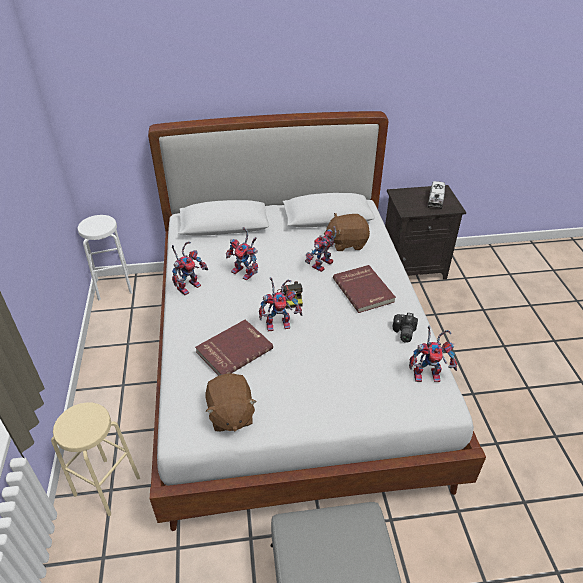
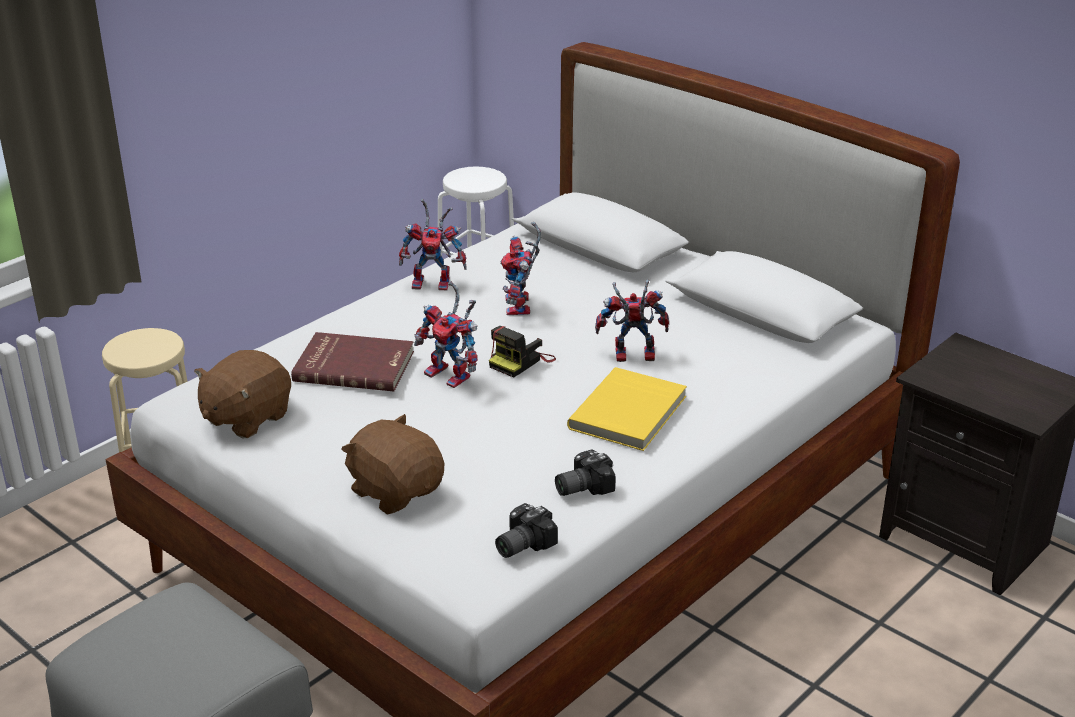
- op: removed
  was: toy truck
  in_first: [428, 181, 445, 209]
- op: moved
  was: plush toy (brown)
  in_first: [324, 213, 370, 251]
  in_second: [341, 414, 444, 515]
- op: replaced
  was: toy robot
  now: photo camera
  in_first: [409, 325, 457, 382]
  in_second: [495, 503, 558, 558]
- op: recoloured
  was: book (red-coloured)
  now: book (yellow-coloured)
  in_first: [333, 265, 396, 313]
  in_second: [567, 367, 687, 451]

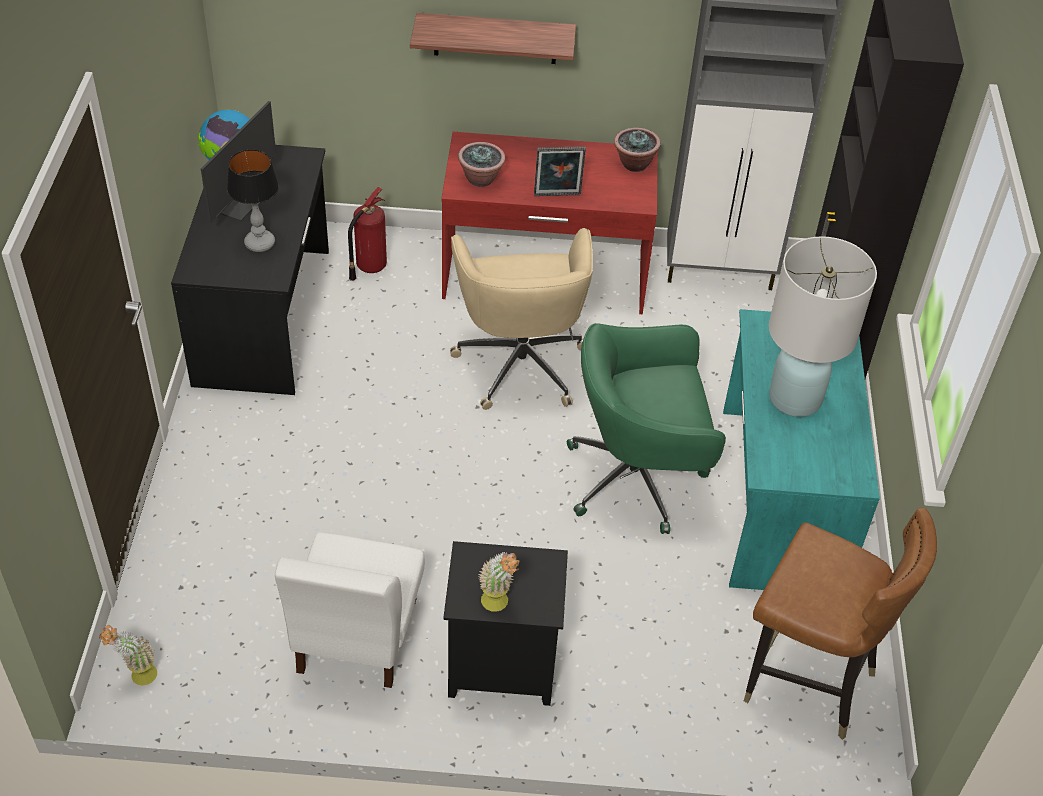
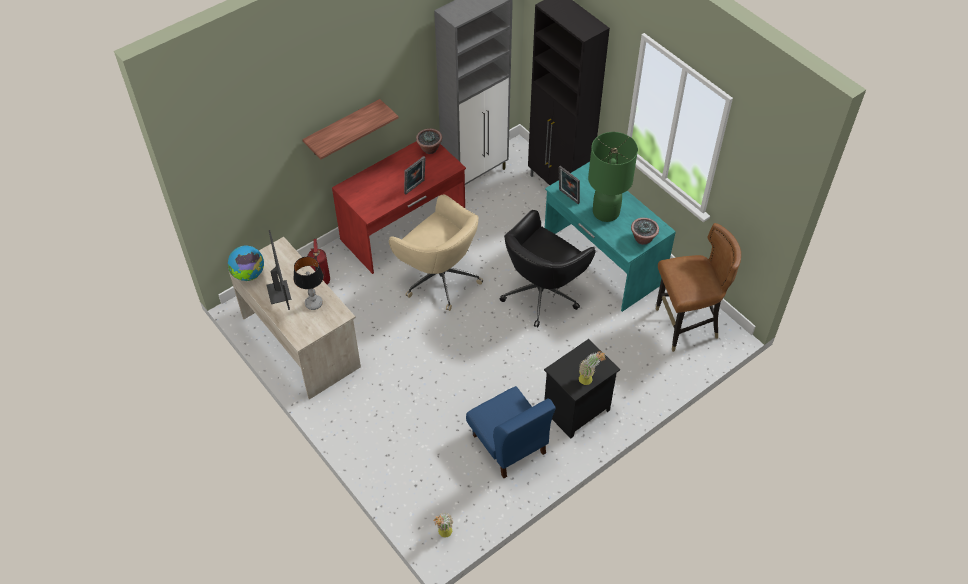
- op: added
  now: photo frame
  in_second: [559, 166, 580, 204]
- op: moved
  was: potted plant
  in_first: [458, 142, 505, 187]
  in_second: [631, 218, 659, 245]
- op: recoloured
  was: desk (black)
  now: desk (sand-coloured)
  in_first: [171, 145, 329, 395]
  in_second: [229, 237, 361, 400]
- op: recoloured
  was: plain chair (whitish)
  now: plain chair (blue-coloured)
  in_first: [275, 532, 425, 688]
  in_second: [466, 386, 555, 478]
- op: recoloured
  was: desk chair (greenish)
  now: desk chair (black)
  in_first: [567, 323, 726, 534]
  in_second: [500, 210, 596, 328]
- op: recoloured
  was: lamp for a table (whitish)
  now: lamp for a table (greenish)
  in_first: [769, 236, 877, 417]
  in_second: [588, 132, 638, 222]

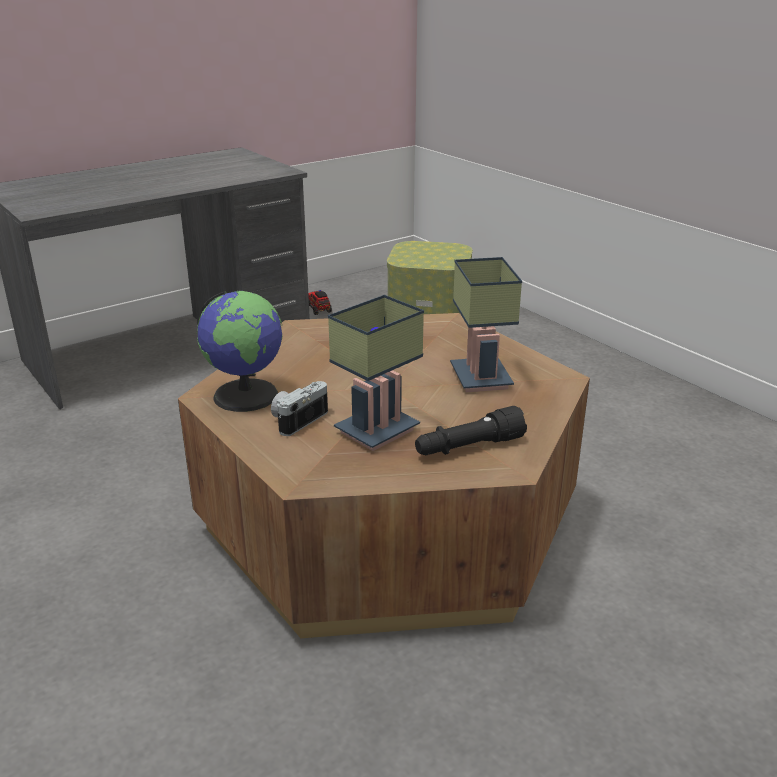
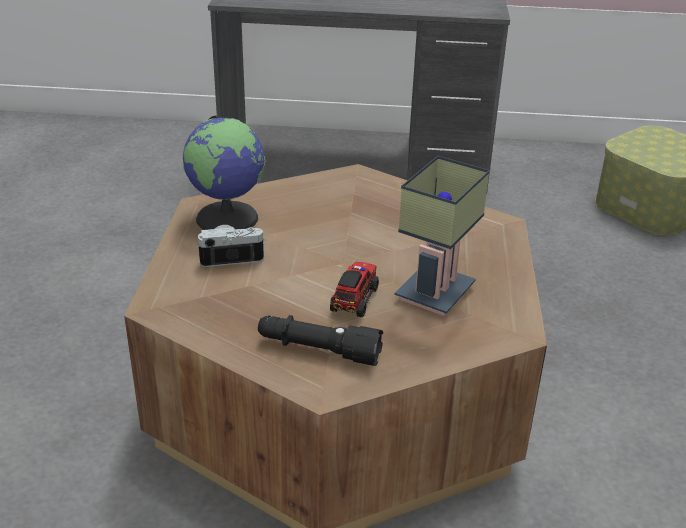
- op: removed
  was: lamp for a table
  in_first: [328, 295, 424, 451]
- op: moved
  was: toy truck
  in_first: [308, 290, 332, 315]
  in_second: [330, 262, 379, 317]

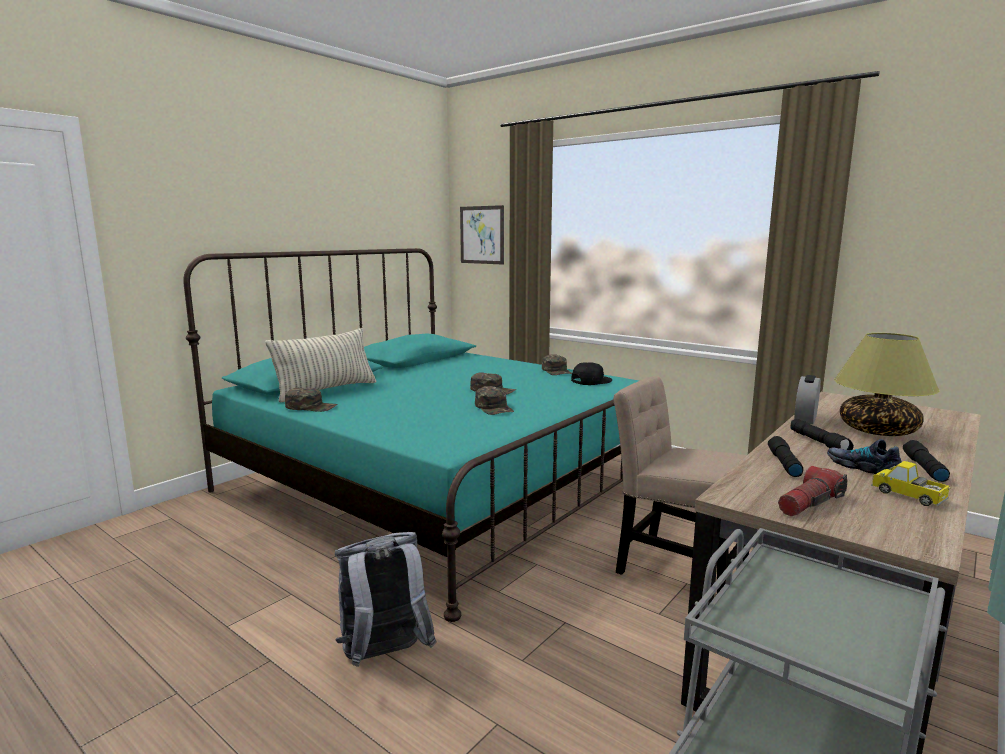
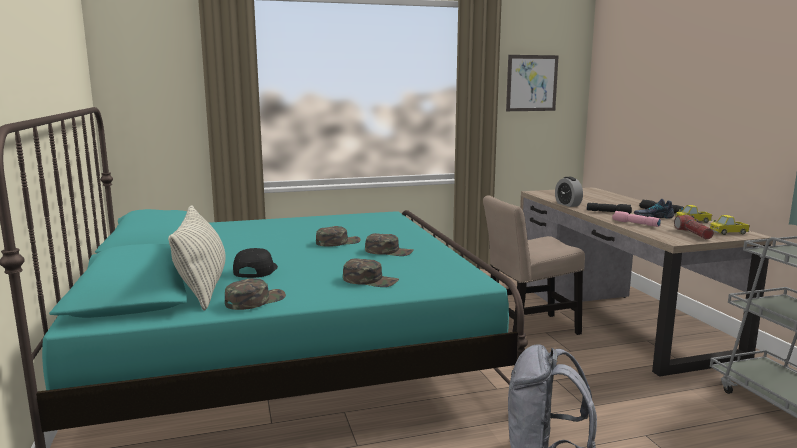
- op: removed
  was: lamp for a table
  in_first: [834, 333, 940, 436]
- op: added
  now: toy truck
  in_second: [710, 215, 750, 235]
- op: moved
  was: picture
  in_first: [460, 205, 504, 265]
  in_second: [506, 55, 559, 111]
- op: moved
  was: peaked cap (greenish)
  in_first: [542, 354, 572, 375]
  in_second: [343, 258, 399, 287]
- op: moved
  was: peaked cap (black)
  in_first: [571, 362, 612, 385]
  in_second: [233, 248, 278, 278]
- op: recoloured
  was: hand torch (black)
  now: hand torch (pinkish)
  in_first: [768, 436, 803, 477]
  in_second: [612, 211, 661, 227]

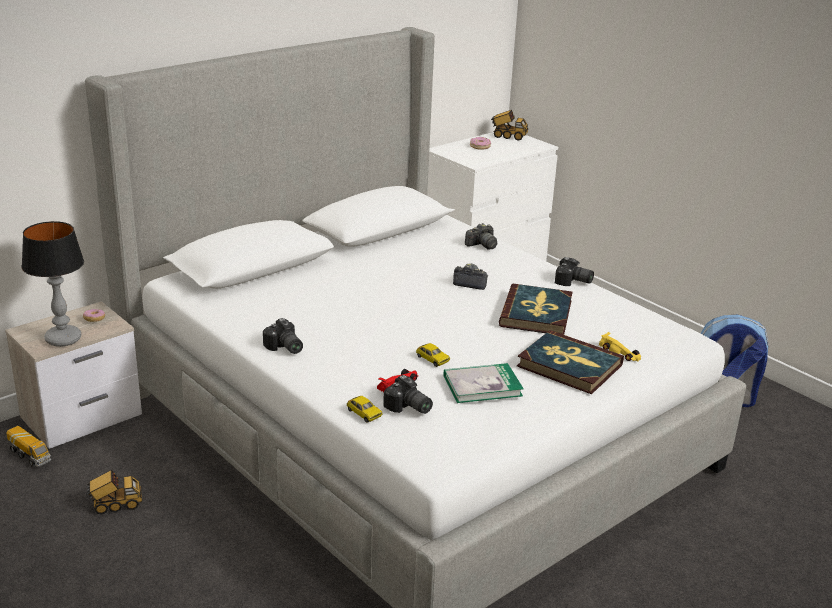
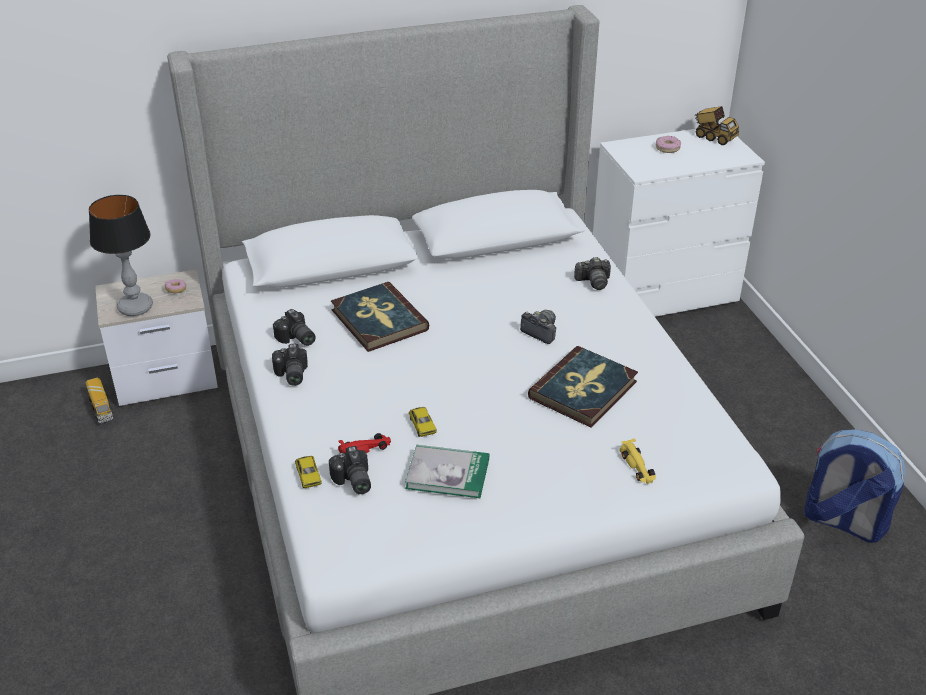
- op: removed
  was: toy truck
  in_first: [86, 470, 142, 515]
- op: moved
  was: book
  in_first: [517, 330, 624, 394]
  in_second: [331, 282, 429, 352]
- op: moved
  was: photo camera
  in_first: [555, 257, 594, 286]
  in_second: [273, 309, 316, 346]

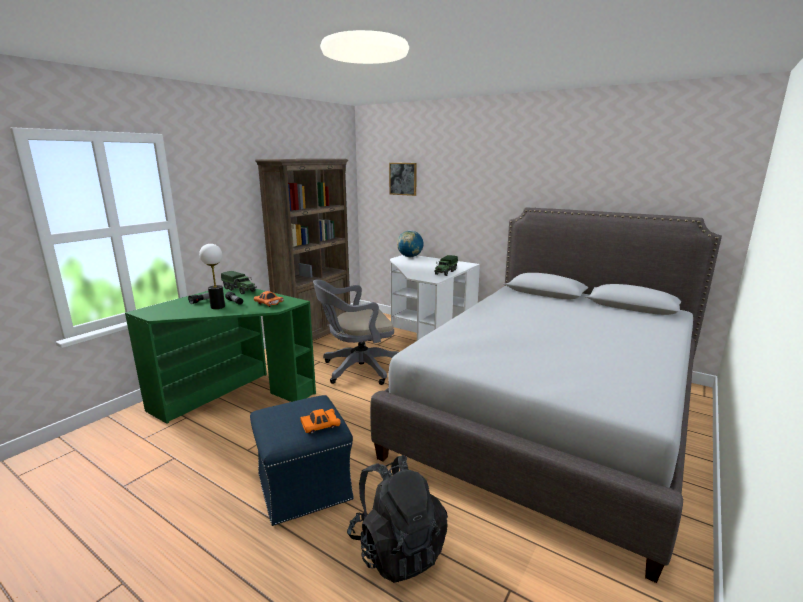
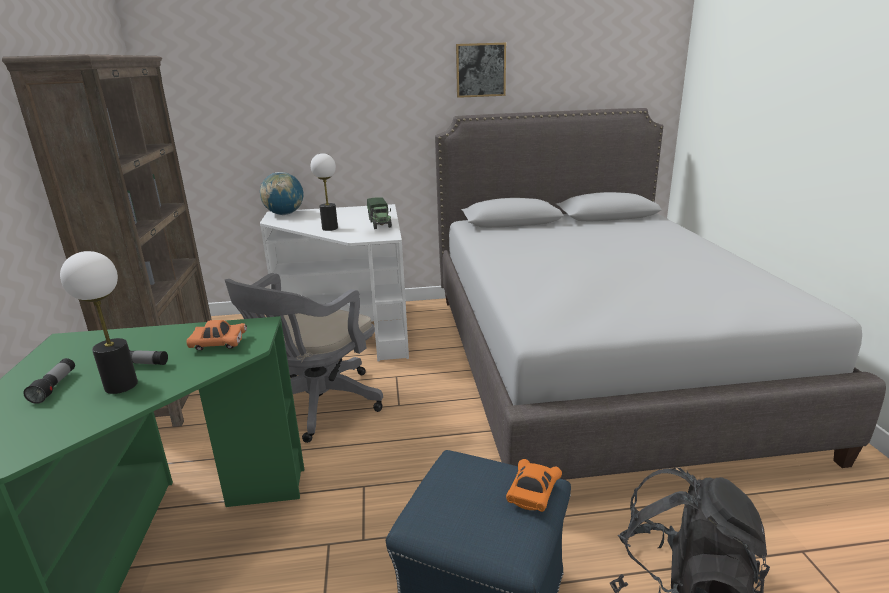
- op: removed
  was: toy truck
  in_first: [221, 271, 257, 294]
- op: added
  now: lamp for a table
  in_second: [311, 153, 338, 231]
- op: moved
  was: picture
  in_first: [389, 163, 417, 196]
  in_second: [456, 43, 506, 98]

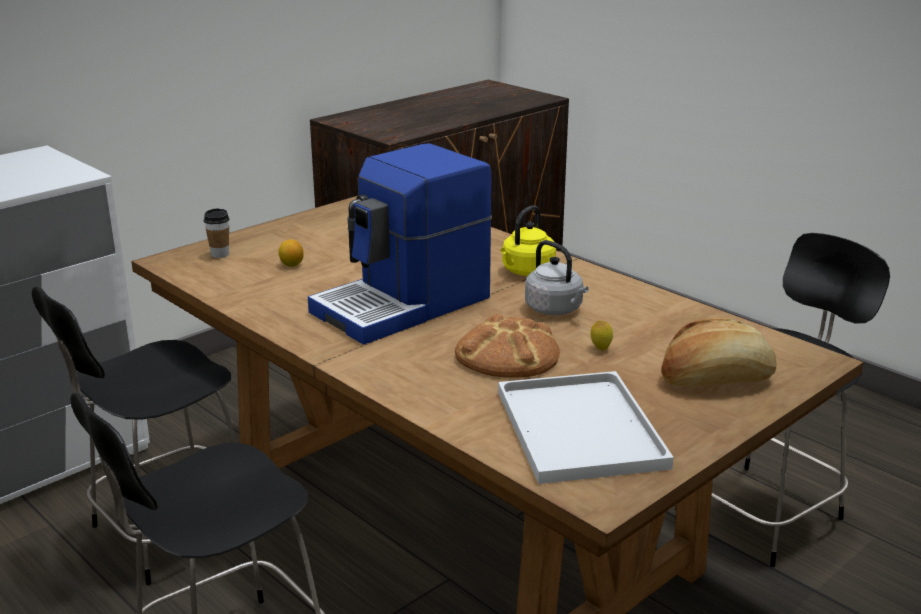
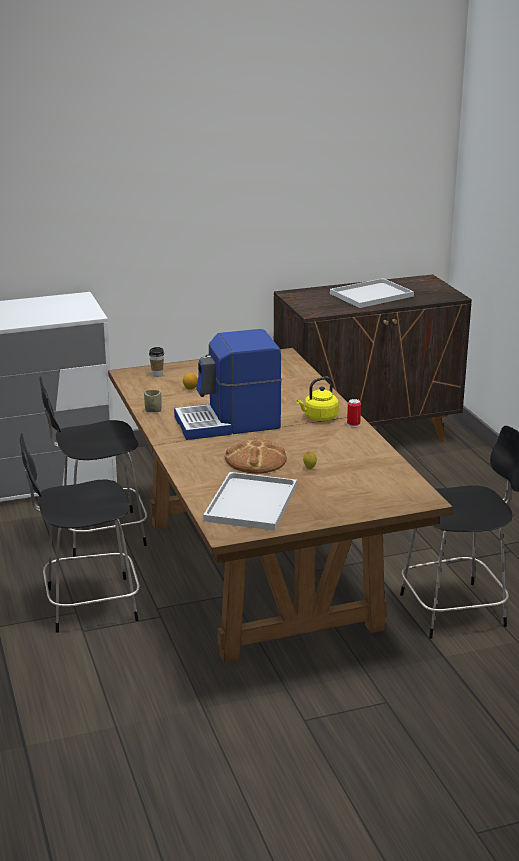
- op: removed
  was: water kettle (grey)
  in_first: [525, 240, 589, 315]
- op: removed
  was: baked bread
  in_first: [661, 317, 776, 387]
- op: added
  now: small cup
  in_second: [144, 390, 162, 412]
- op: added
  now: tray (whitish)
  in_second: [330, 278, 414, 308]
- op: added
  now: can
  in_second: [347, 399, 361, 427]

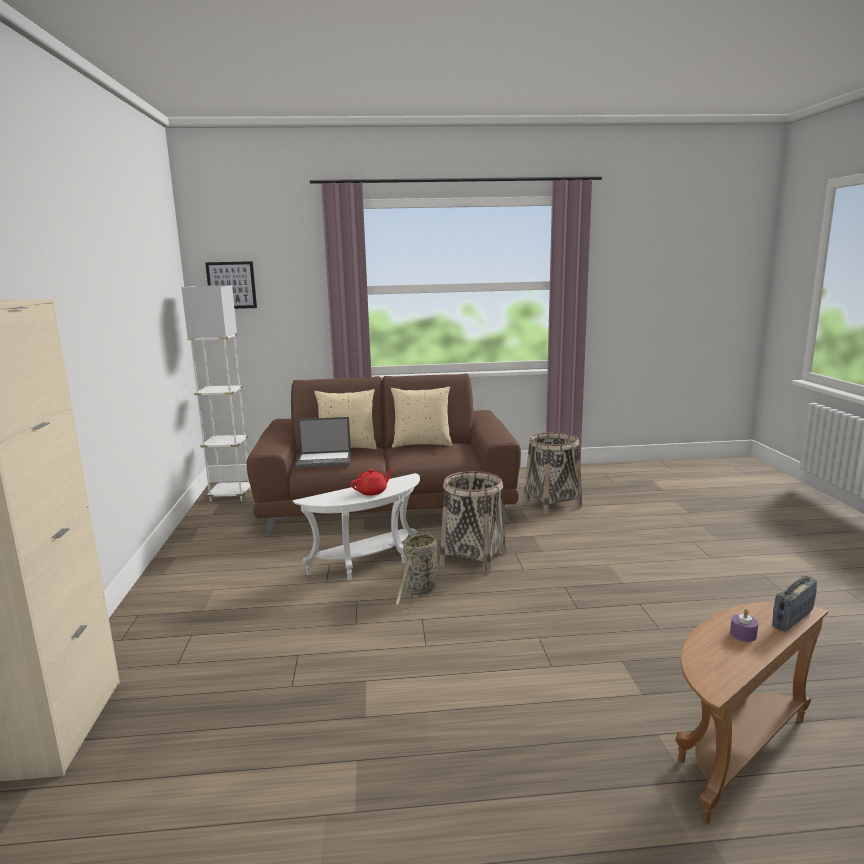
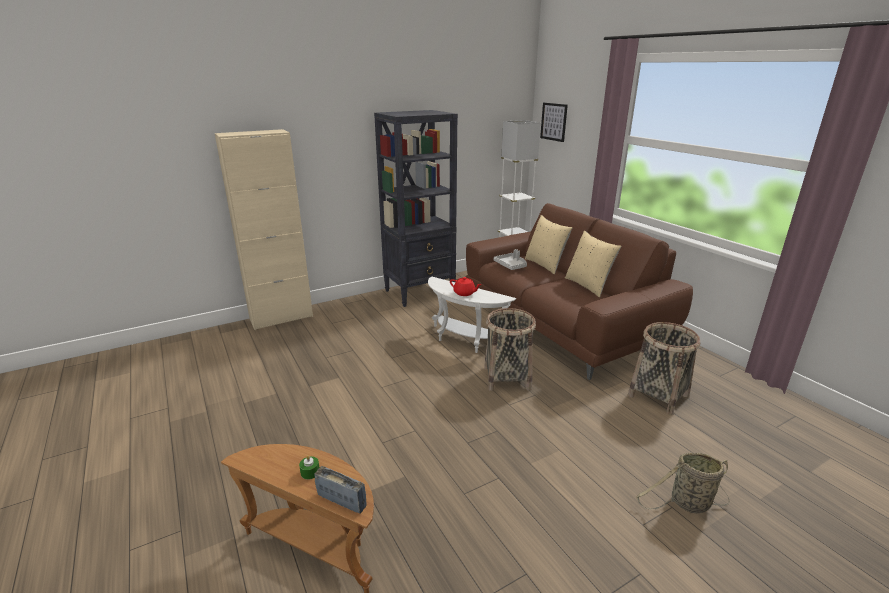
- op: added
  now: bookshelf (black)
  in_second: [374, 110, 458, 307]
- op: moved
  was: storage basket
  in_first: [396, 531, 438, 611]
  in_second: [636, 453, 730, 513]
- op: replaced
  was: notebook computer
  now: tray (grey)
  in_first: [296, 417, 351, 468]
  in_second: [494, 249, 527, 270]
- op: recoloured
  was: wax candle (purple-coloured)
  now: wax candle (greenish)
  in_first: [730, 609, 758, 642]
  in_second: [299, 455, 319, 480]

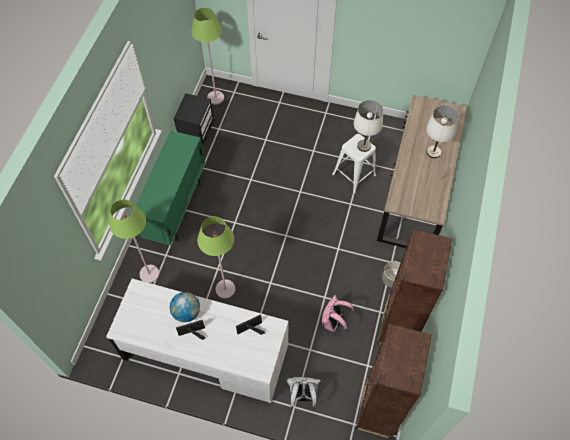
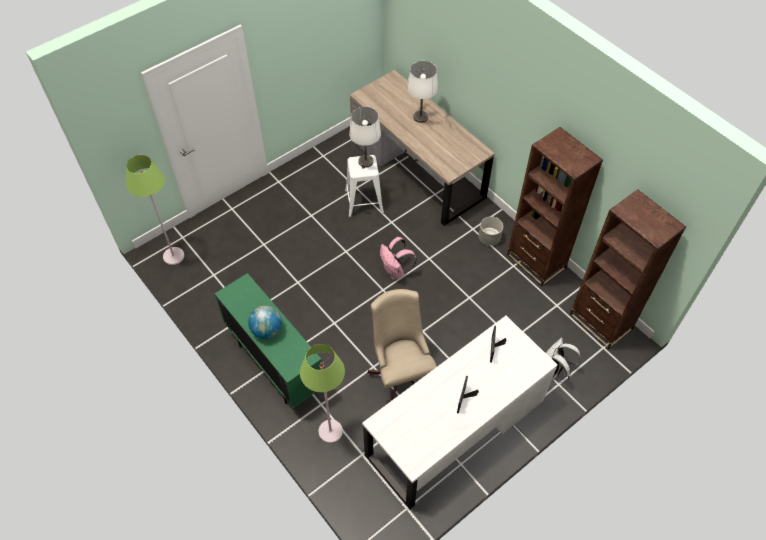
- op: removed
  was: night table (black)
  in_first: [174, 93, 214, 145]
- op: moved
  was: globe
  in_first: [170, 292, 200, 322]
  in_second: [248, 306, 282, 339]
- op: moved
  was: knapsack (pinkish)
  in_first: [322, 295, 354, 333]
  in_second: [380, 237, 417, 280]
- op: replaced
  was: standard lamp (greenish)
  now: desk chair (sand-coloured)
  in_first: [197, 216, 235, 299]
  in_second: [368, 289, 437, 404]

